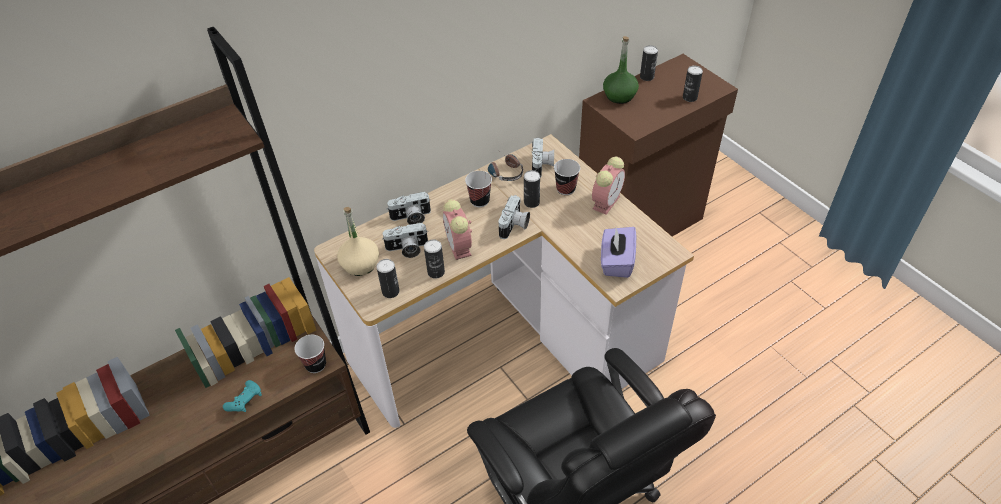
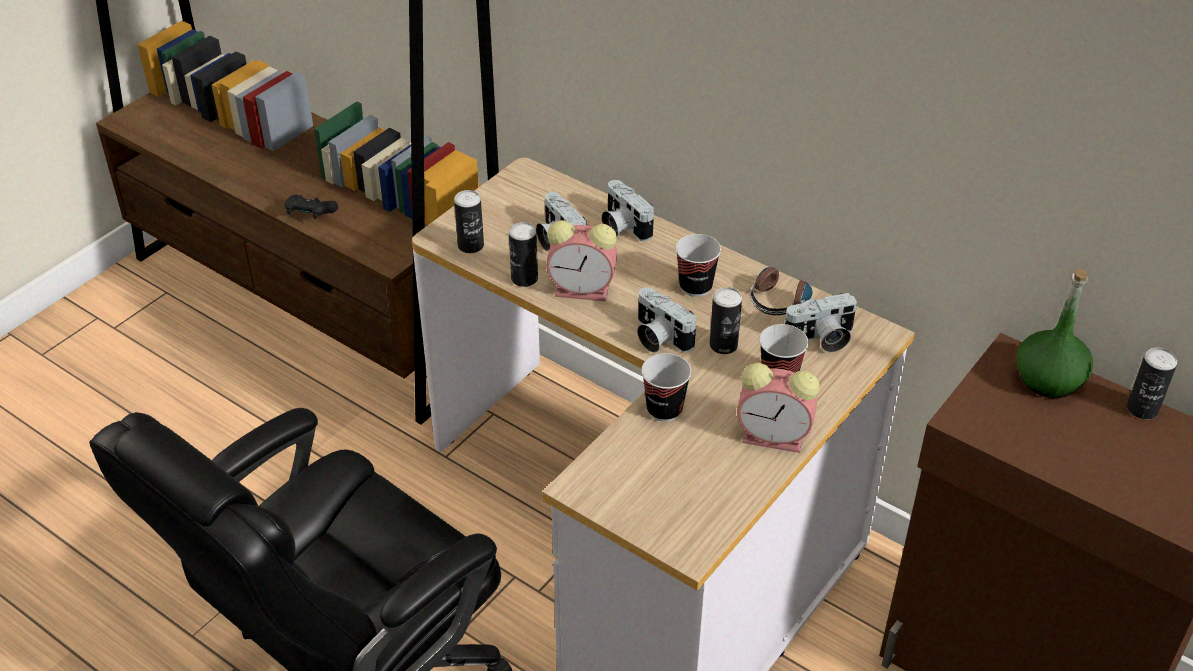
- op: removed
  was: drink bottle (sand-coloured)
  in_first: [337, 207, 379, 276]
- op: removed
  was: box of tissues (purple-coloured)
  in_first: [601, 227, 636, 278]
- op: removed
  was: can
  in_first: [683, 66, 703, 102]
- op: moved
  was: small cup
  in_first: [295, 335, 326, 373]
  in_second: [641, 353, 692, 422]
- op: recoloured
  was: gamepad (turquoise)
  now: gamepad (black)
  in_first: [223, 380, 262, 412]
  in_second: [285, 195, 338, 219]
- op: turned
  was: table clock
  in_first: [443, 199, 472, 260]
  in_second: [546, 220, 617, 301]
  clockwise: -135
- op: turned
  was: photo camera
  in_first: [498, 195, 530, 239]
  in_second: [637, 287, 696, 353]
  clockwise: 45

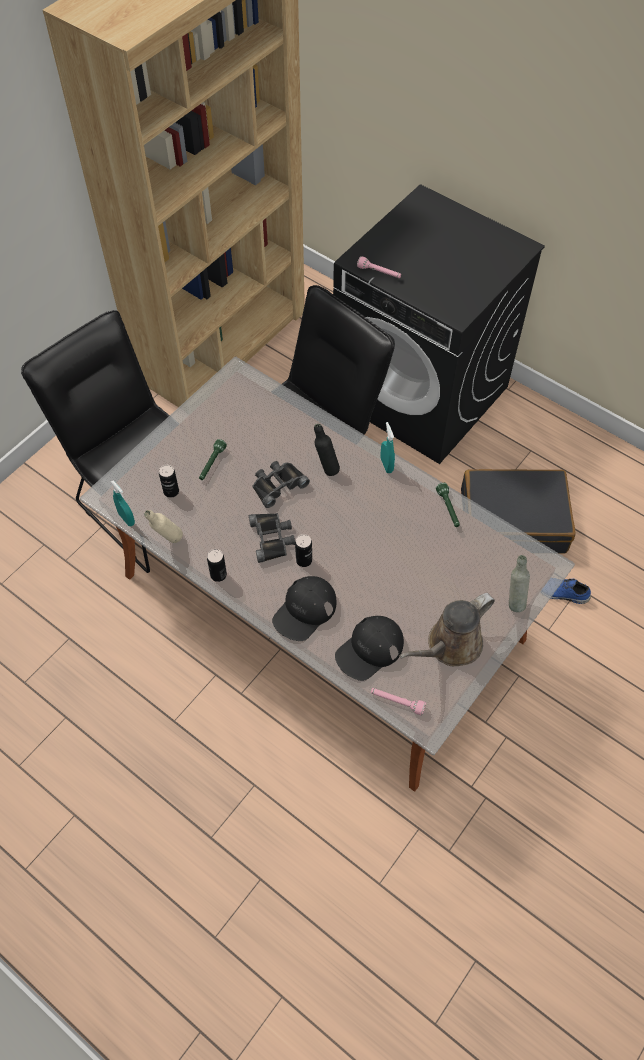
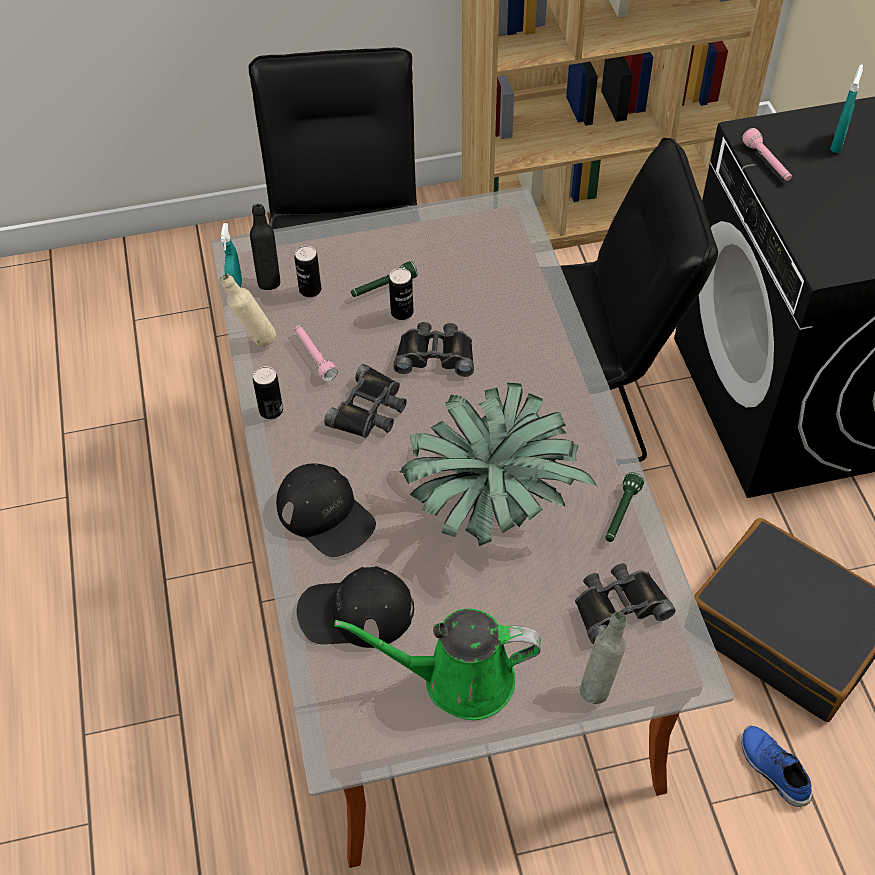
- op: added
  now: potted plant
  in_second: [400, 383, 597, 546]
- op: added
  now: binoculars (black)
  in_second: [575, 564, 676, 644]
- op: moved
  was: can
  in_first: [295, 534, 312, 567]
  in_second: [389, 268, 413, 320]
- op: moved
  was: drink bottle (black)
  in_first: [314, 424, 340, 476]
  in_second: [250, 203, 280, 290]
- op: moved
  was: hand torch (pinkish)
  in_first: [371, 688, 426, 715]
  in_second: [295, 325, 338, 382]
- op: moved
  was: hand sprayer (turquoise)
  in_first: [380, 422, 395, 473]
  in_second: [830, 64, 863, 153]
- op: recoloured
  was: watering can (brown)
  now: watering can (greenish)
  in_first: [399, 593, 495, 666]
  in_second: [334, 609, 541, 720]
- op: turned
  was: peaked cap (black)
  in_first: [272, 576, 336, 641]
  in_second: [276, 463, 376, 557]
  clockwise: -120

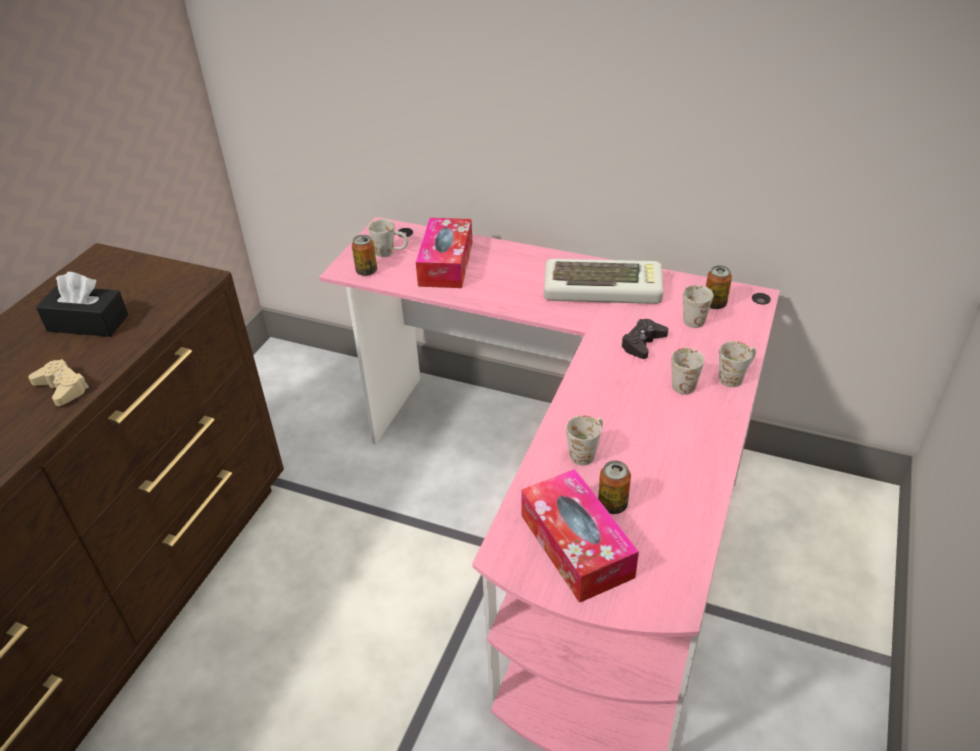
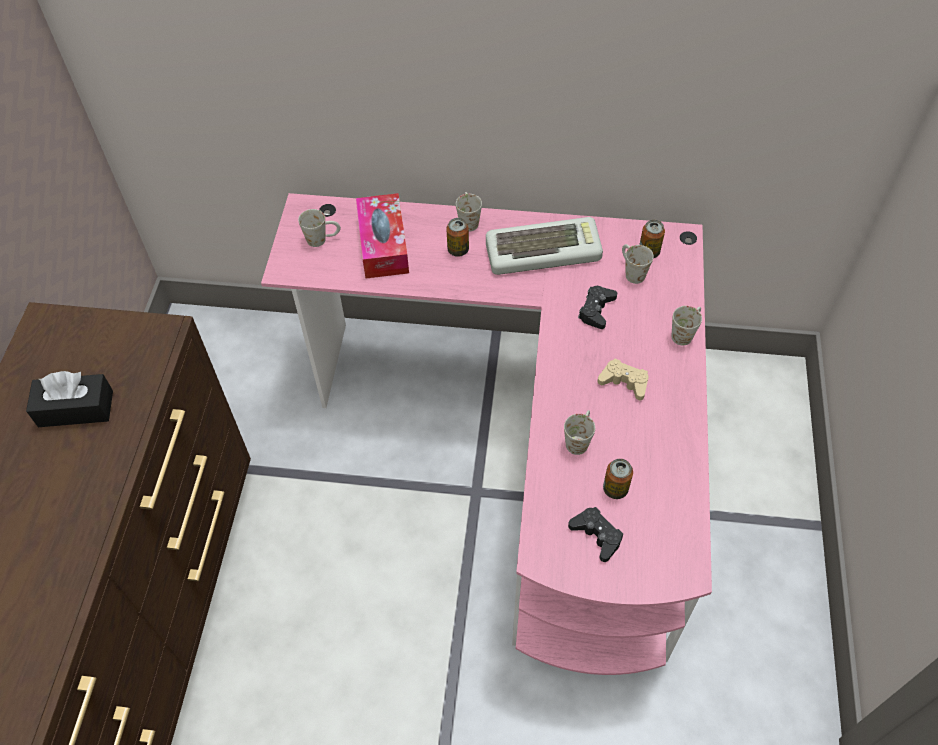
- op: moved
  was: gamepad (sand-coloured)
  in_first: [28, 359, 89, 406]
  in_second: [597, 359, 649, 400]
- op: moved
  was: can
  in_first: [352, 235, 377, 276]
  in_second: [446, 218, 469, 257]
- op: moved
  was: tea mug (whitish)
  in_first: [671, 347, 705, 395]
  in_second: [456, 192, 482, 232]
- op: replaced
  was: box of tissues
  now: gamepad (black)
  in_first: [521, 469, 639, 603]
  in_second: [568, 507, 623, 562]

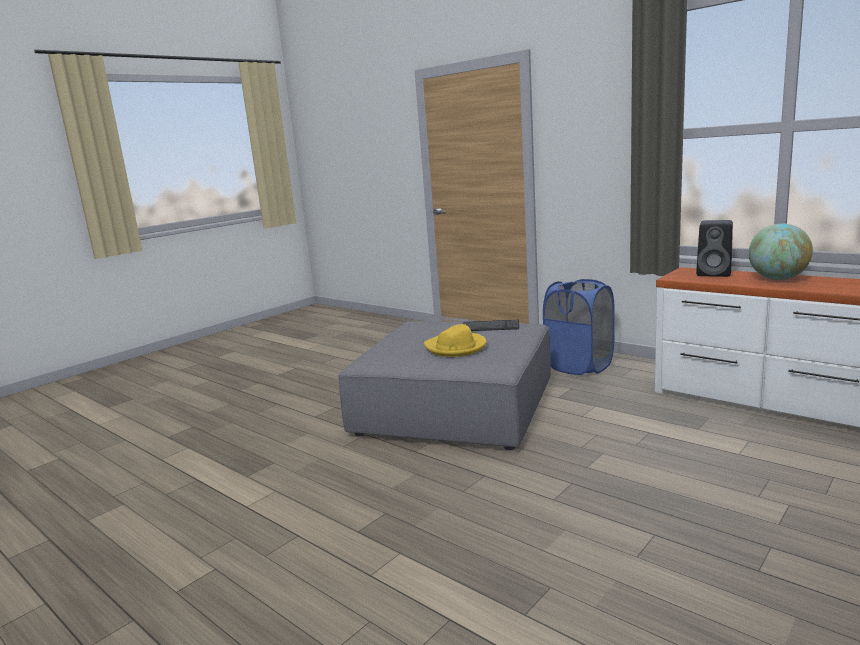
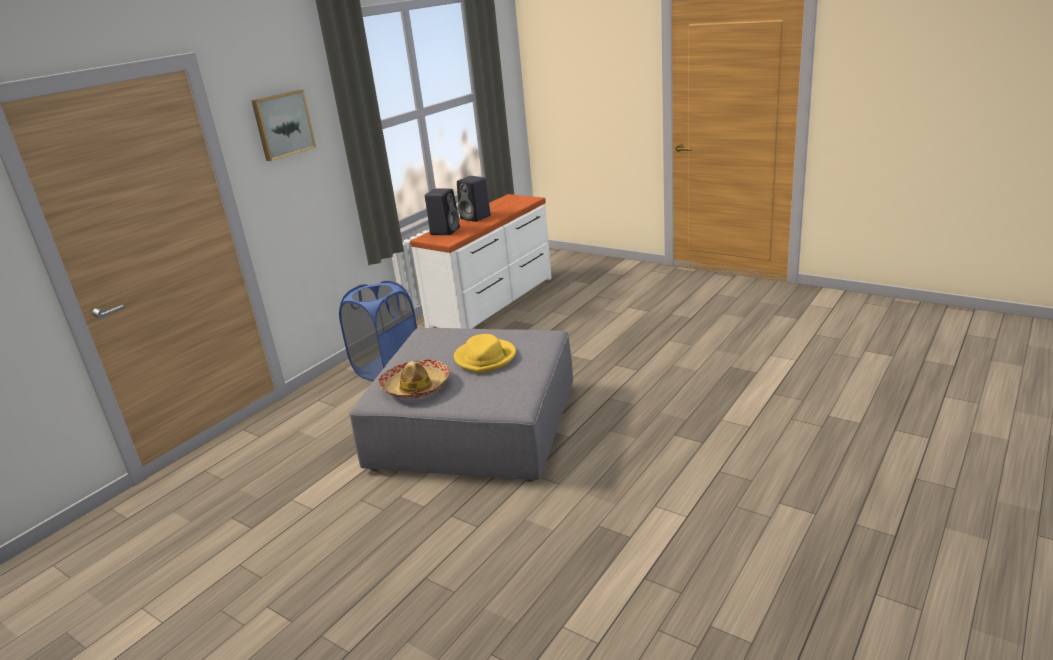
- op: removed
  was: PC keyboard
  in_first: [463, 320, 519, 331]
- op: added
  now: picture
  in_second: [251, 90, 316, 161]
- op: added
  now: hat
  in_second: [378, 360, 450, 398]
- op: replaced
  was: globe
  now: loudspeaker (black)
  in_first: [749, 224, 813, 280]
  in_second: [457, 176, 491, 222]

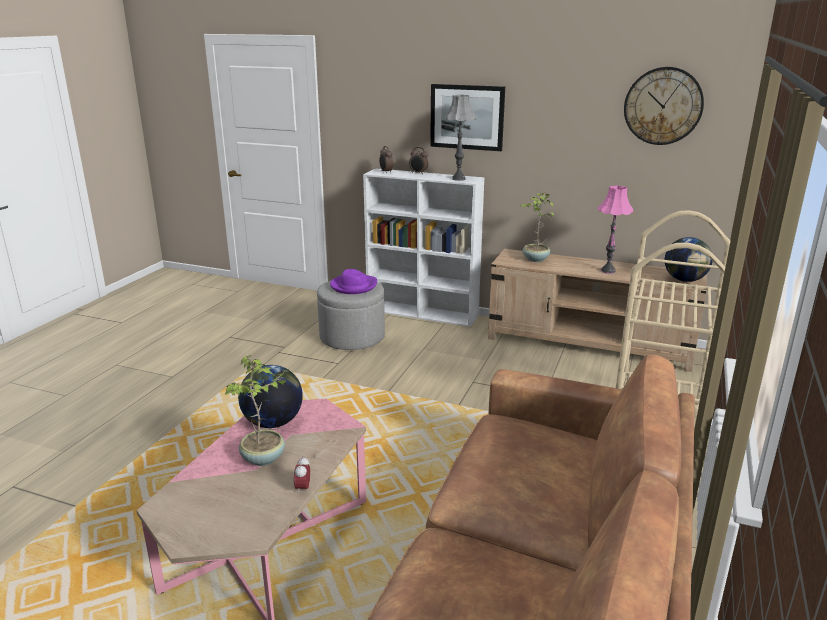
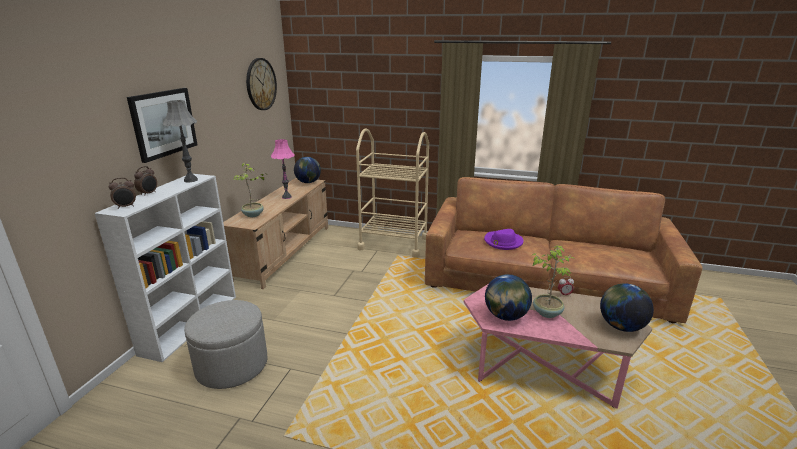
- op: added
  now: globe
  in_second: [600, 283, 654, 332]
- op: moved
  was: hat (purple-coloured)
  in_first: [330, 269, 377, 294]
  in_second: [484, 229, 524, 250]

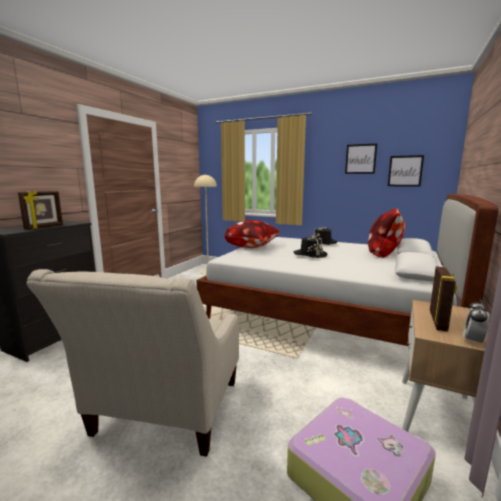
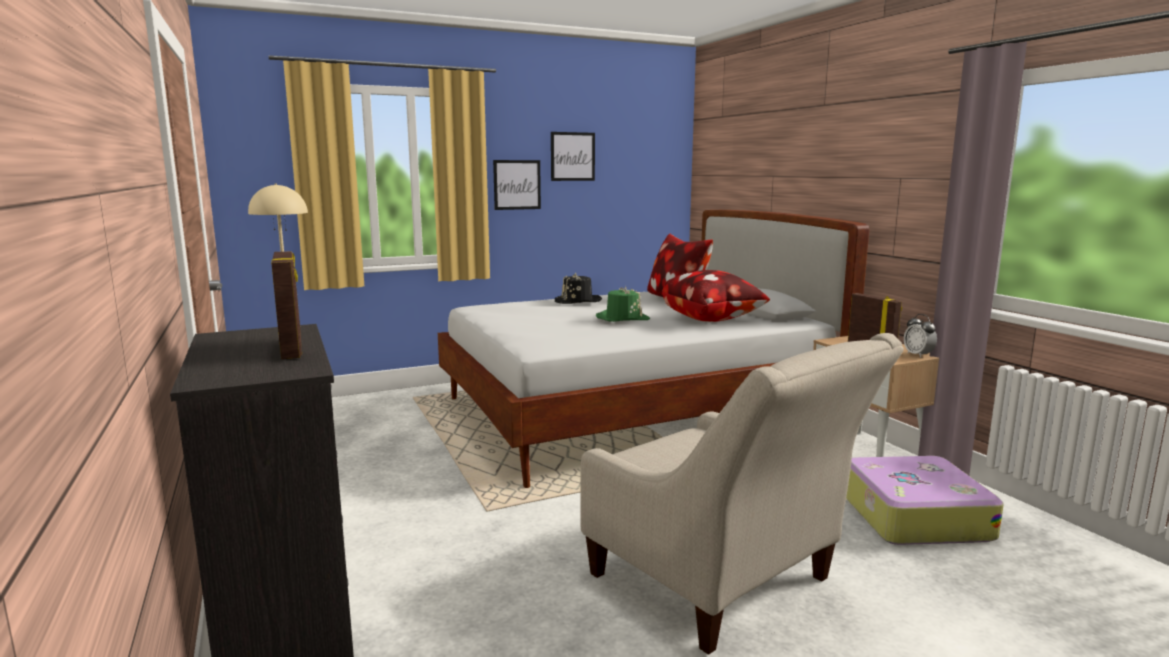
- op: moved
  was: throw pillow
  in_first: [224, 220, 281, 248]
  in_second: [662, 270, 770, 322]
- op: moved
  was: picture
  in_first: [388, 155, 424, 187]
  in_second: [493, 160, 541, 210]
- op: recoloured
  was: hat (black)
  now: hat (greenish)
  in_first: [294, 235, 327, 258]
  in_second: [596, 286, 650, 322]

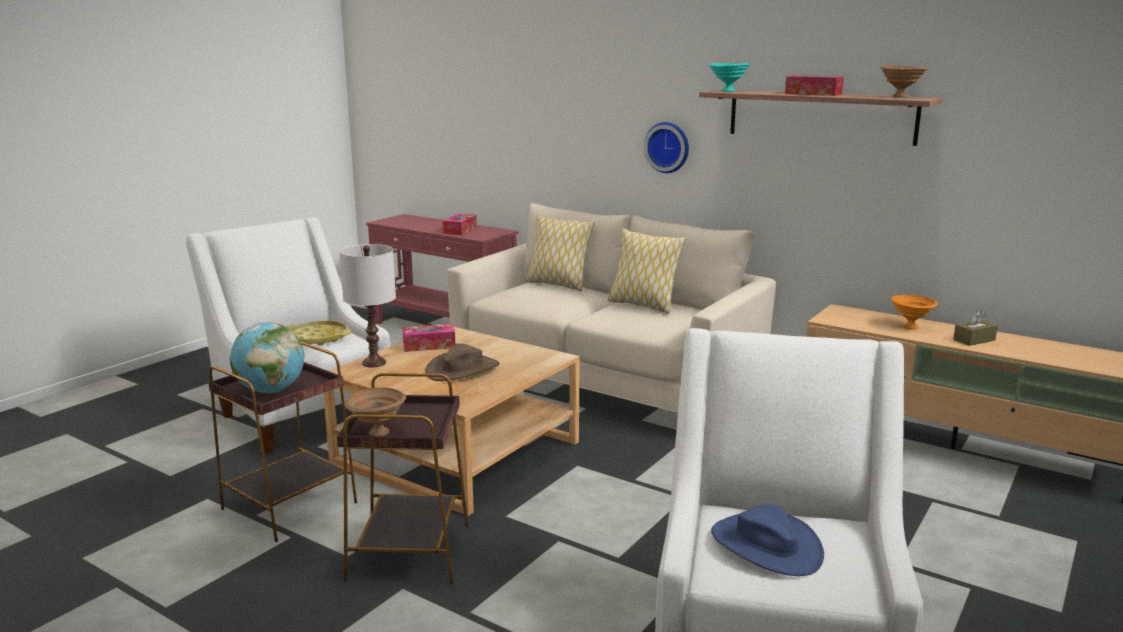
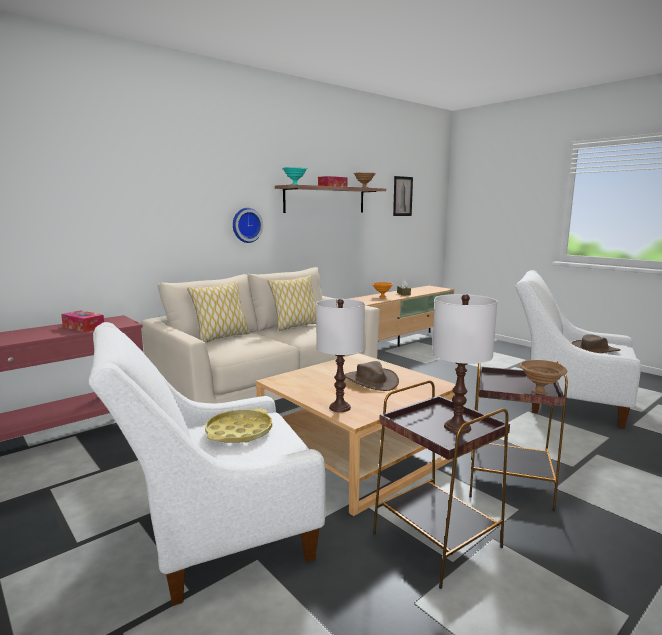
- op: removed
  was: box of tissues
  in_first: [403, 324, 455, 352]
- op: added
  now: picture
  in_second: [393, 176, 413, 216]
- op: replaced
  was: globe
  now: lamp for a table (whitish)
  in_first: [230, 322, 305, 393]
  in_second: [432, 294, 497, 434]
- op: recoloured
  was: hat (blue-coloured)
  now: hat (brown)
  in_first: [711, 504, 824, 576]
  in_second: [571, 334, 620, 353]

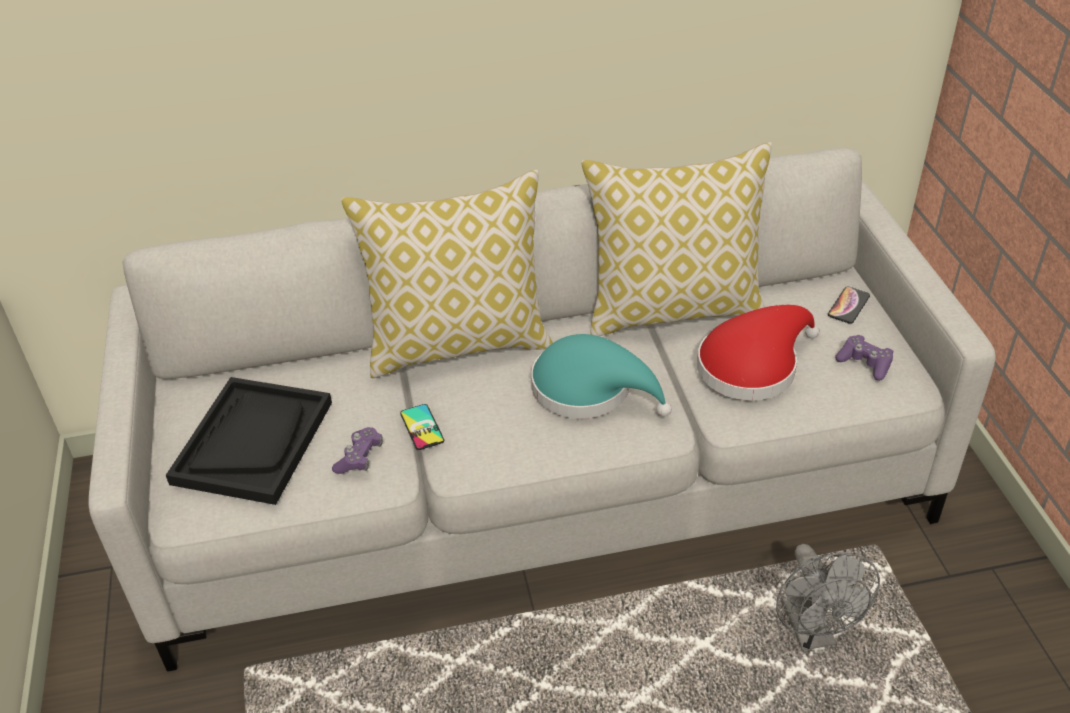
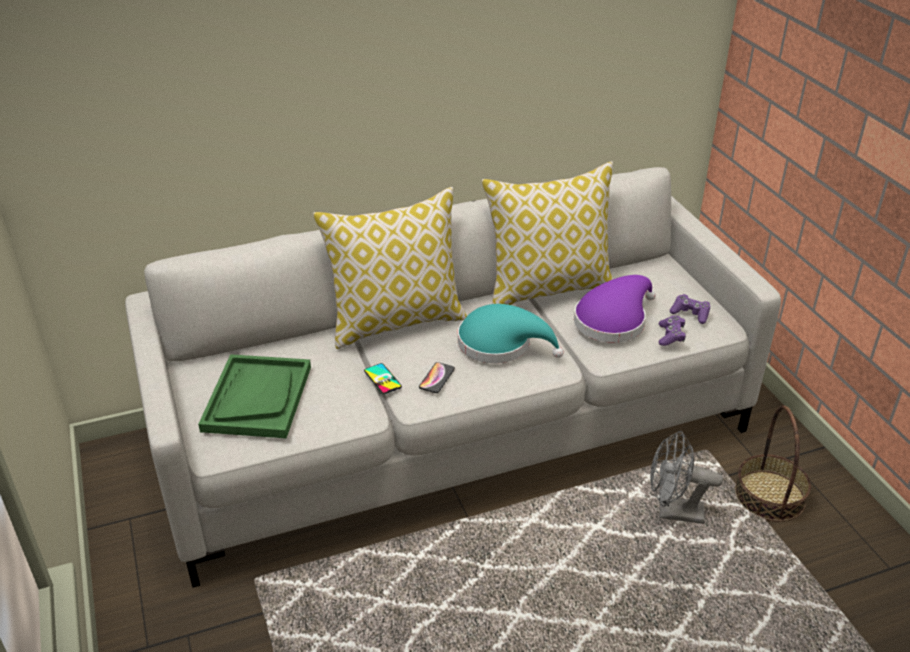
- op: added
  now: storage basket
  in_second: [735, 405, 811, 522]
- op: moved
  was: gamepad (purple-coloured)
  in_first: [332, 427, 383, 474]
  in_second: [659, 315, 686, 346]
- op: moved
  was: phone
  in_first: [828, 287, 870, 324]
  in_second: [419, 362, 455, 393]
- op: recoloured
  was: tray (black)
  now: tray (greenish)
  in_first: [166, 377, 332, 505]
  in_second: [198, 354, 311, 438]
- op: recoloured
  was: hat (red-coloured)
  now: hat (purple-coloured)
  in_first: [697, 305, 820, 401]
  in_second: [574, 275, 656, 343]
- op: turned
  was: electric fan (grey)
  in_first: [776, 544, 880, 651]
  in_second: [650, 431, 723, 524]
  clockwise: 120

